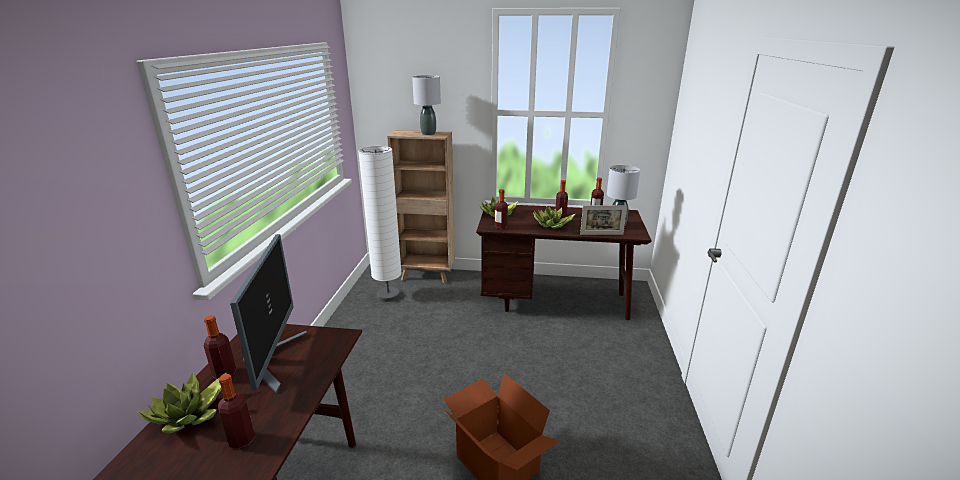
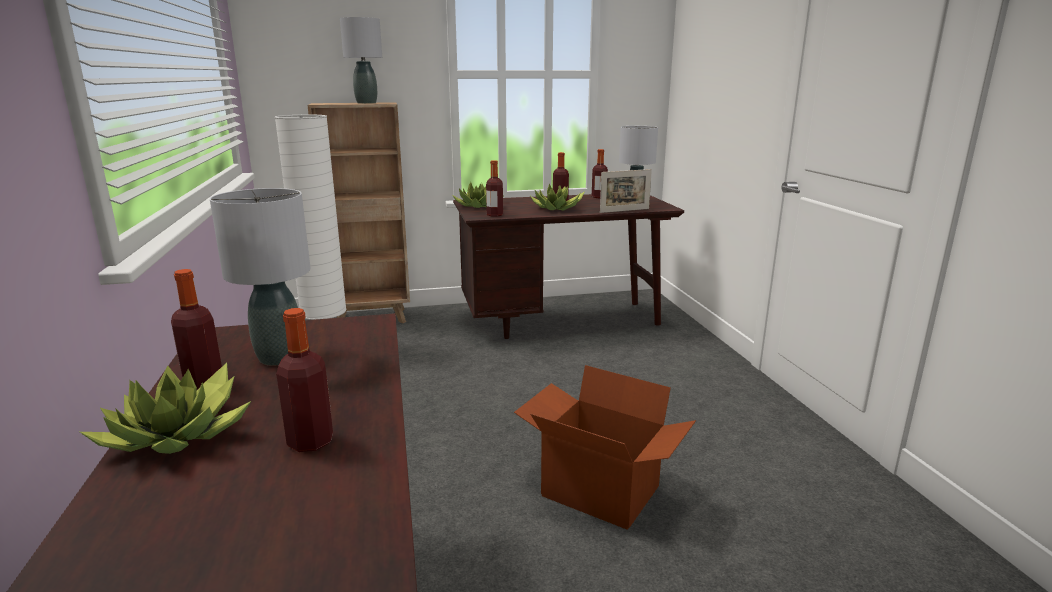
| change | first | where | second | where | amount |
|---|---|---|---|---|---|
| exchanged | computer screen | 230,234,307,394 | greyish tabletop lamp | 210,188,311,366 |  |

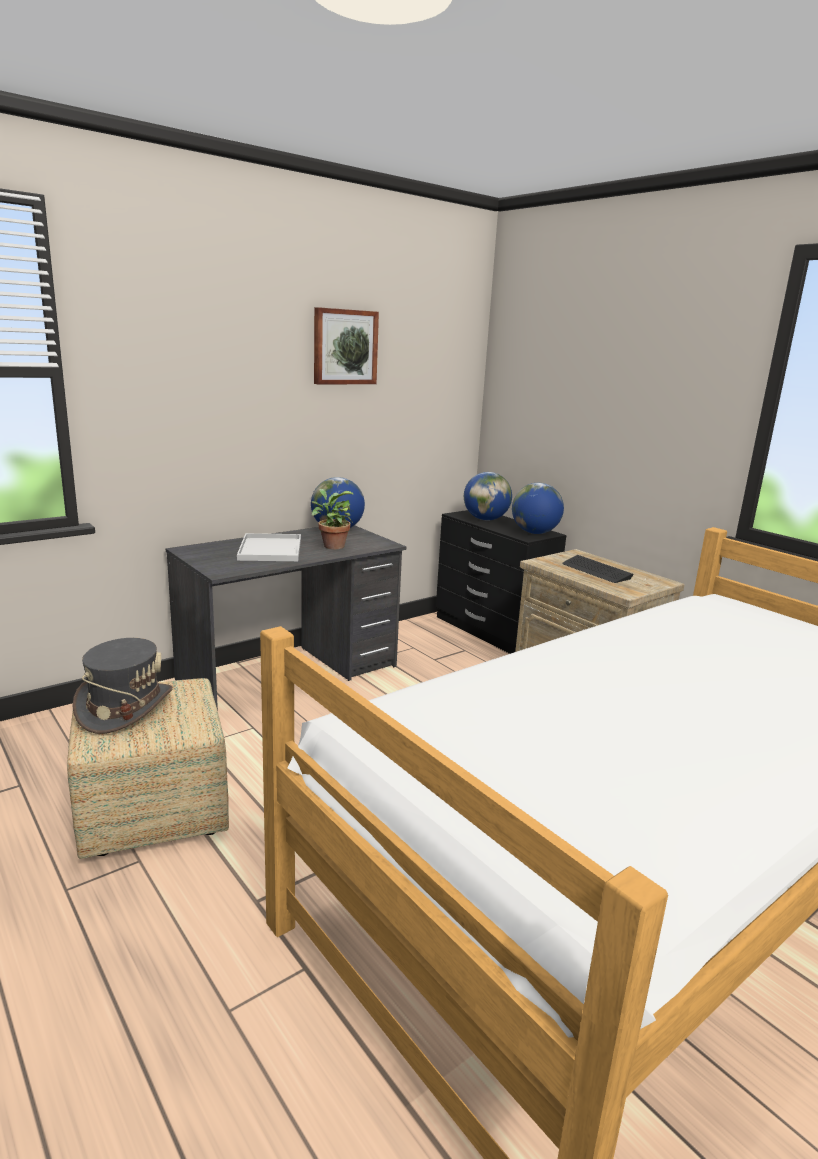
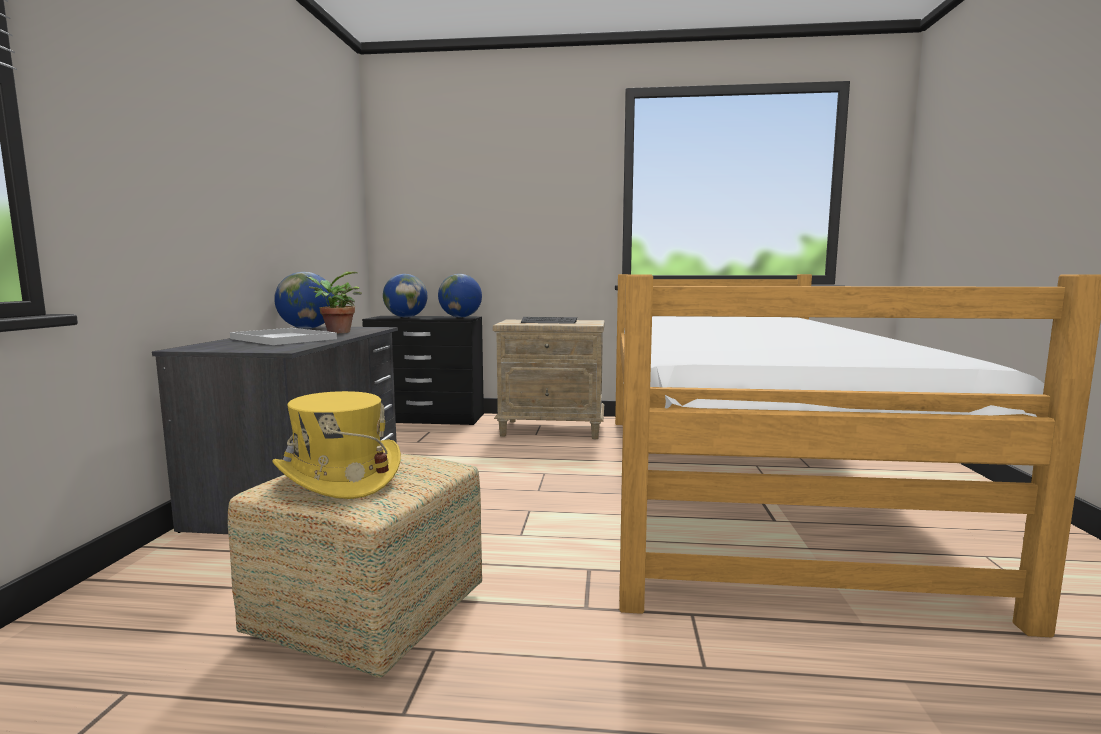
| change | first | where | second | where | amount |
|---|---|---|---|---|---|
| missing | wall picture | 314,307,379,384 |  |  |  |
| colour | greyish clothing hat | 72,638,173,734 | yellow clothing hat | 273,391,401,499 |  |

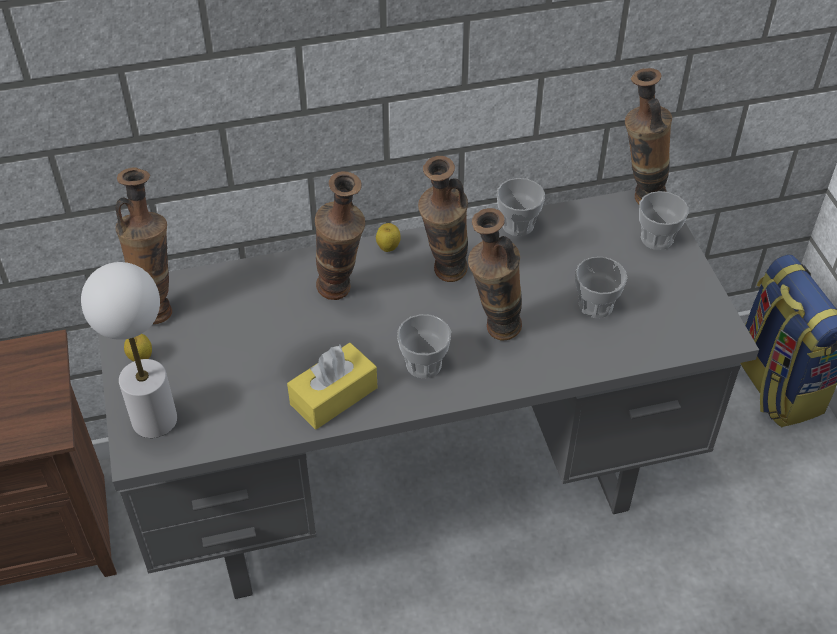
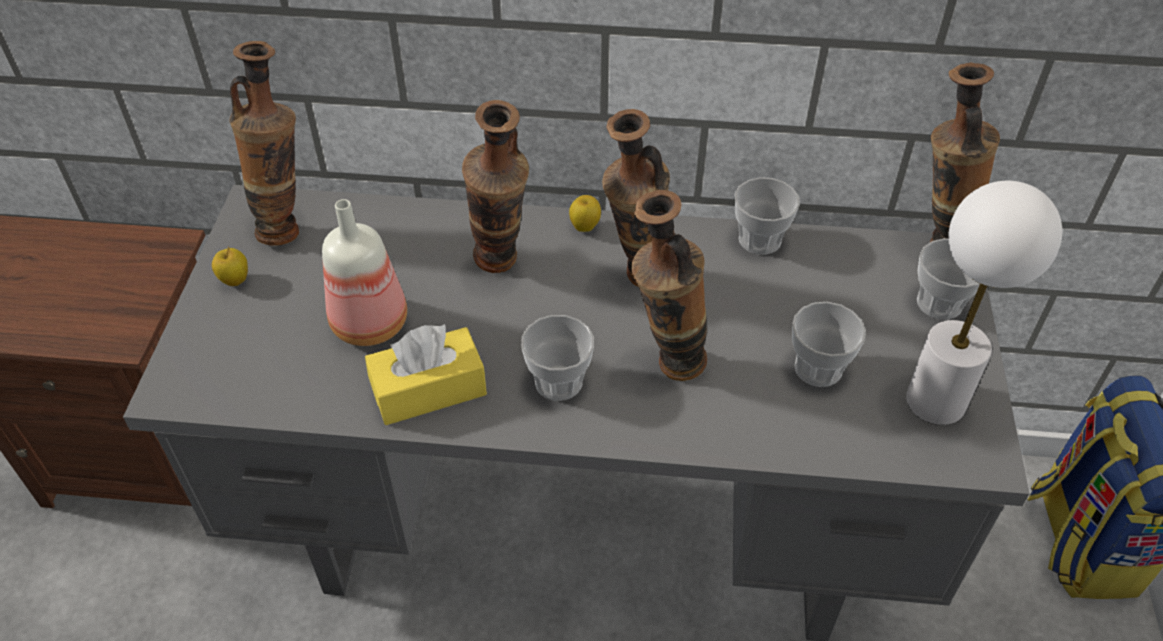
| change | first | where | second | where | amount |
|---|---|---|---|---|---|
| relocated | white tabletop lamp | 81,262,177,438 |  | 906,181,1062,425 |  |
| appeared |  |  | drink bottle | 322,199,407,346 |  |

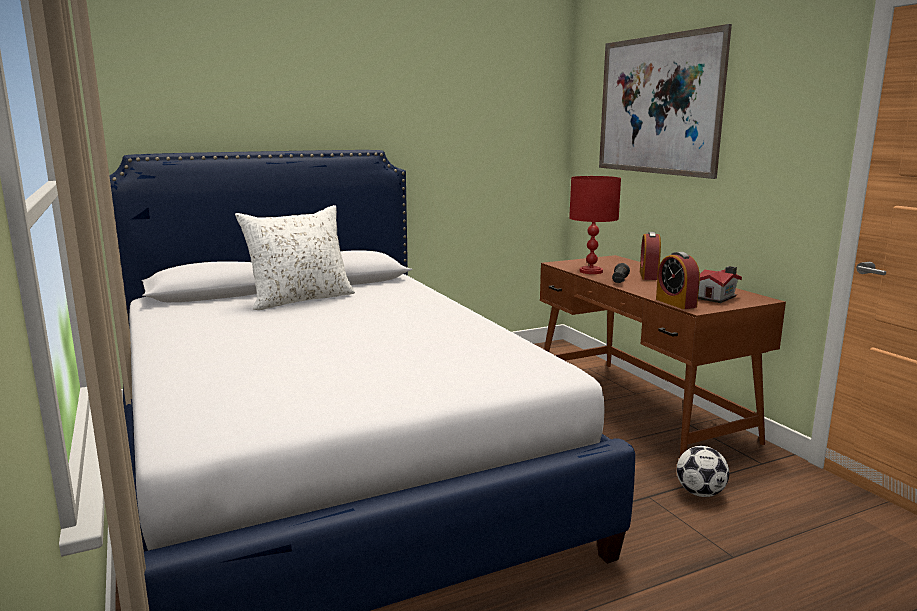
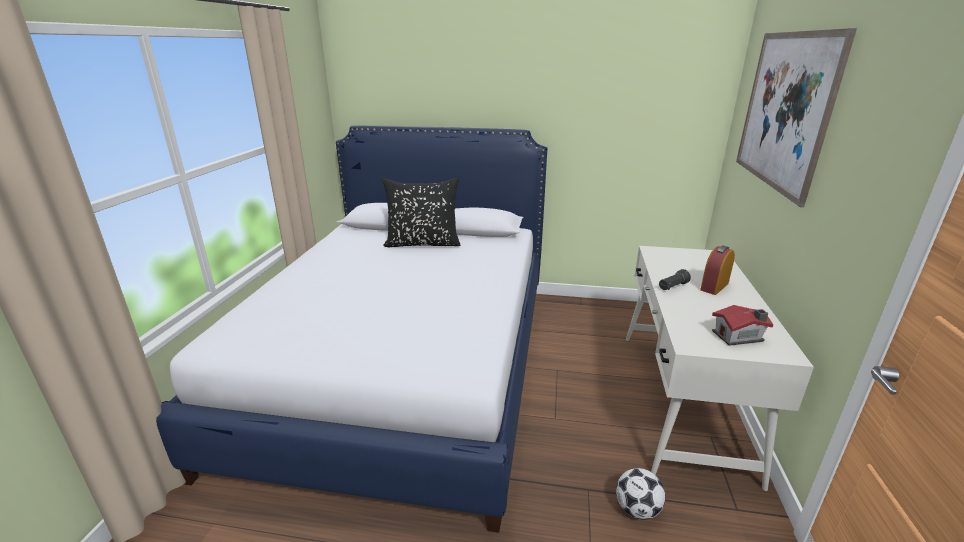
| change | first | where | second | where | amount |
|---|---|---|---|---|---|
| missing | reddish tabletop lamp | 569,176,621,274 |  |  |  |
| colour | white pillow | 235,205,355,310 | black-coloured pillow | 382,178,461,247 |  |
| missing | table clock | 656,252,700,309 |  |  |  |
| colour | brownish desk unit | 540,255,786,456 | white desk unit | 626,246,814,491 |  |

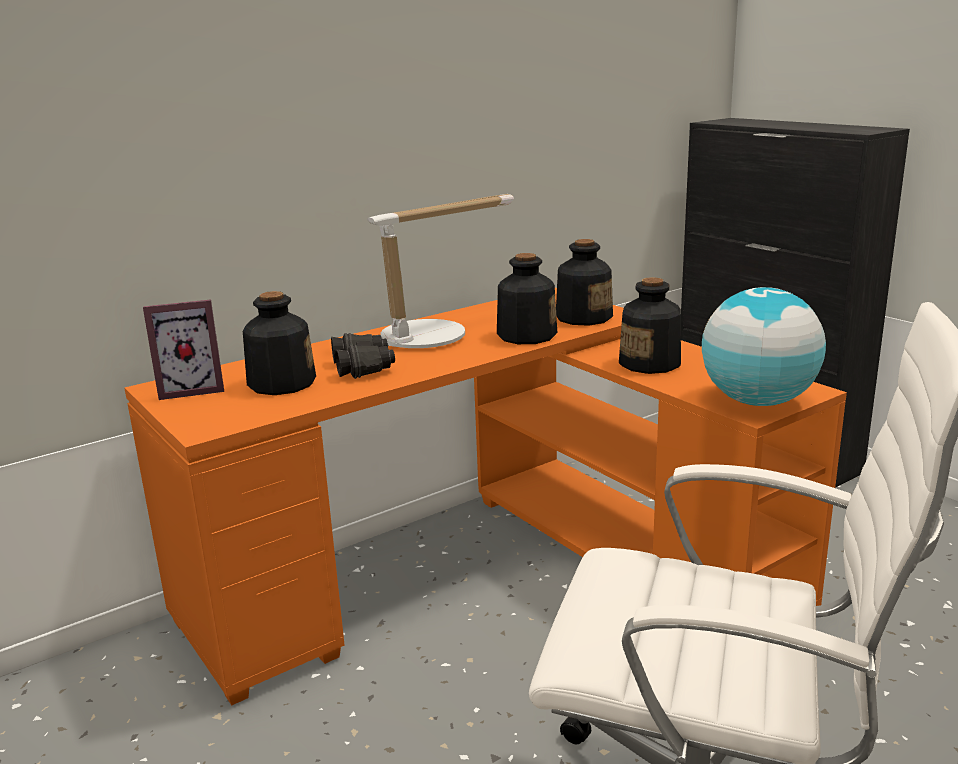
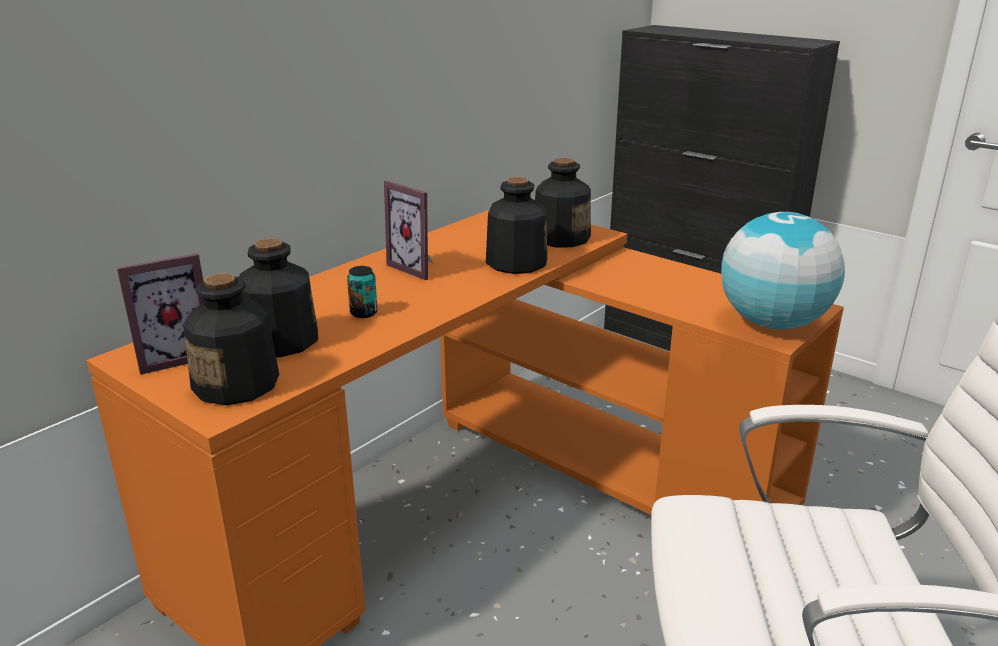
| change | first | where | second | where | amount |
|---|---|---|---|---|---|
| exchanged | tabletop lamp | 367,194,514,348 | standing frame | 384,181,433,280 |  |
| relocated | drink bottle | 619,277,681,374 |  | 183,273,279,405 |  |
| exchanged | black-coloured pair of binoculars | 331,333,395,379 | can | 347,266,378,318 |  |

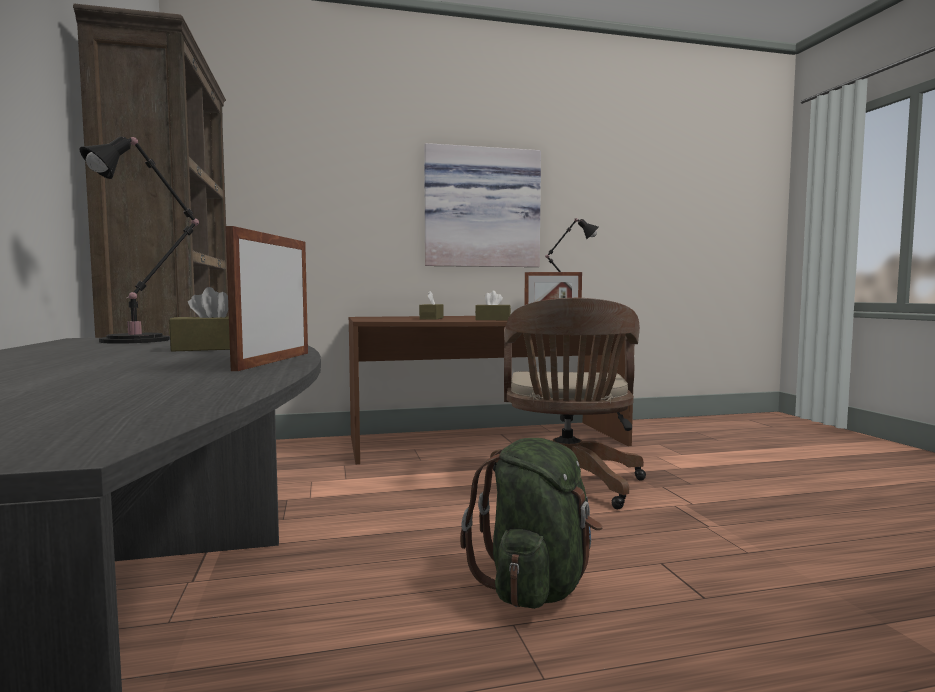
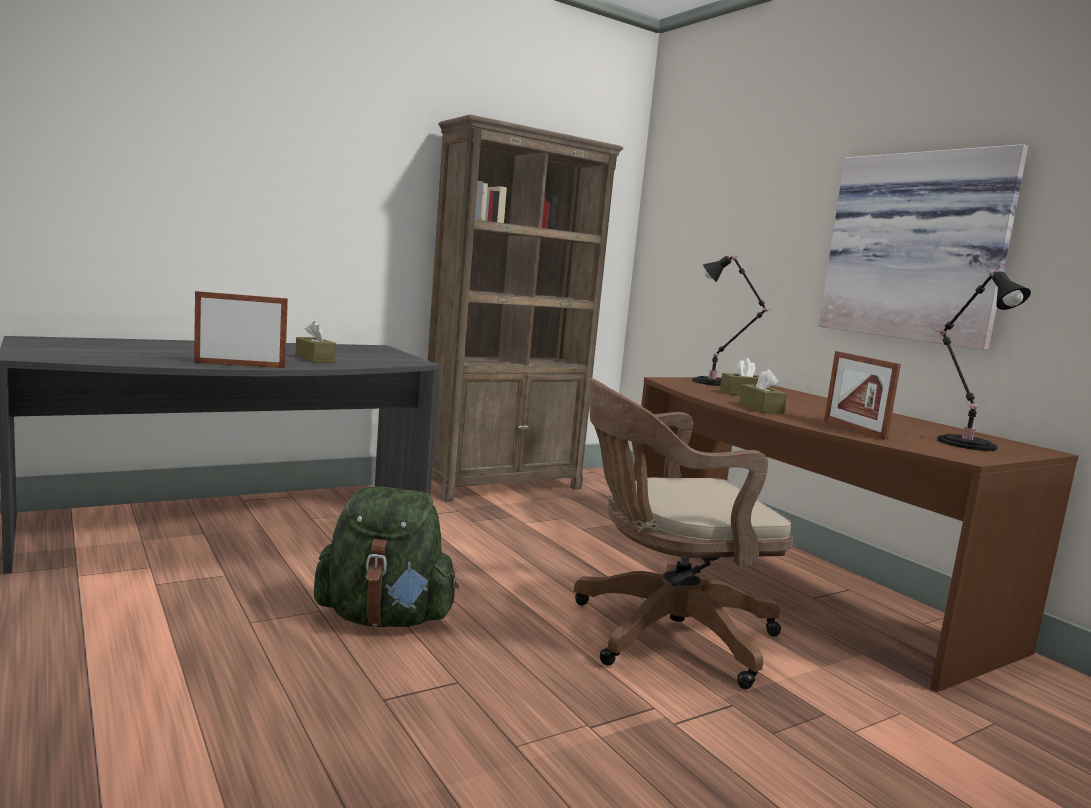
| change | first | where | second | where | amount |
|---|---|---|---|---|---|
| relocated | black-coloured tabletop lamp | 79,136,199,344 |  | 692,255,770,386 |  |

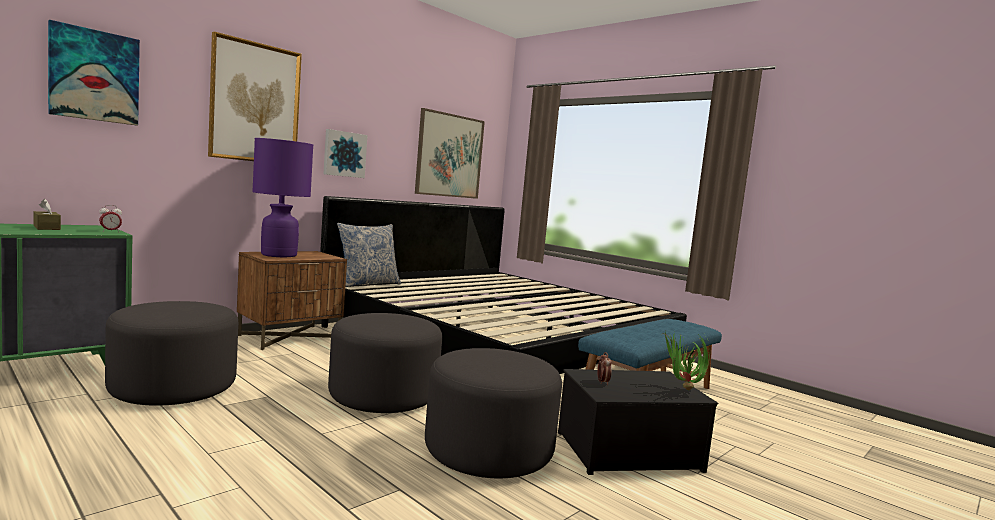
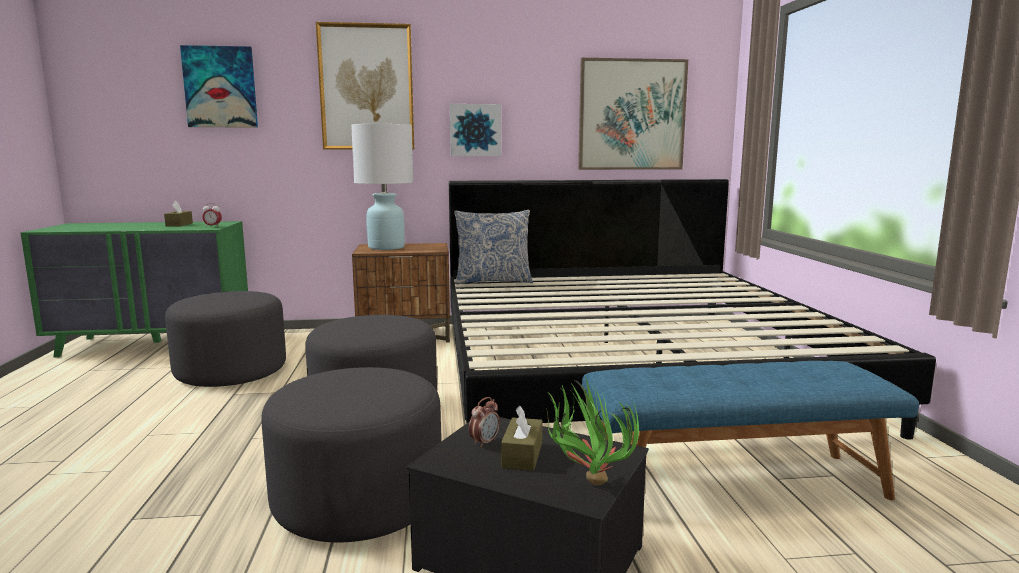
| change | first | where | second | where | amount |
|---|---|---|---|---|---|
| colour | purple tabletop lamp | 252,138,313,257 | white tabletop lamp | 351,124,413,250 |  |
| appeared |  |  | brownish tissue holder | 501,406,542,471 |  |

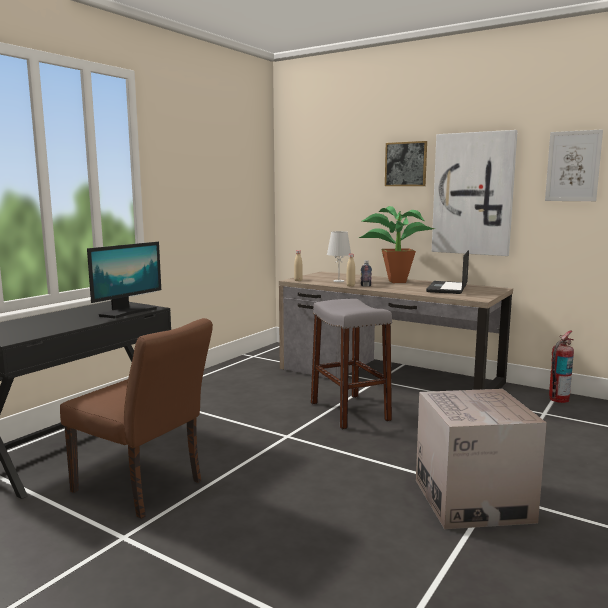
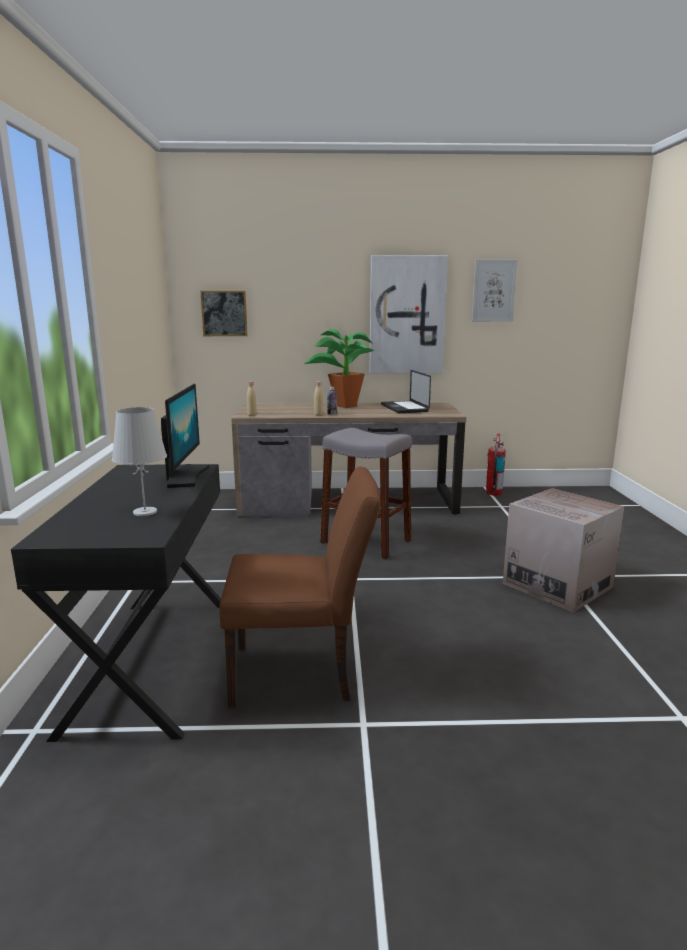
| change | first | where | second | where | amount |
|---|---|---|---|---|---|
| relocated | wall picture | 385,141,427,186 |  | 200,291,248,336 |  |
| relocated | white tabletop lamp | 327,231,351,282 |  | 112,407,167,516 |  |

